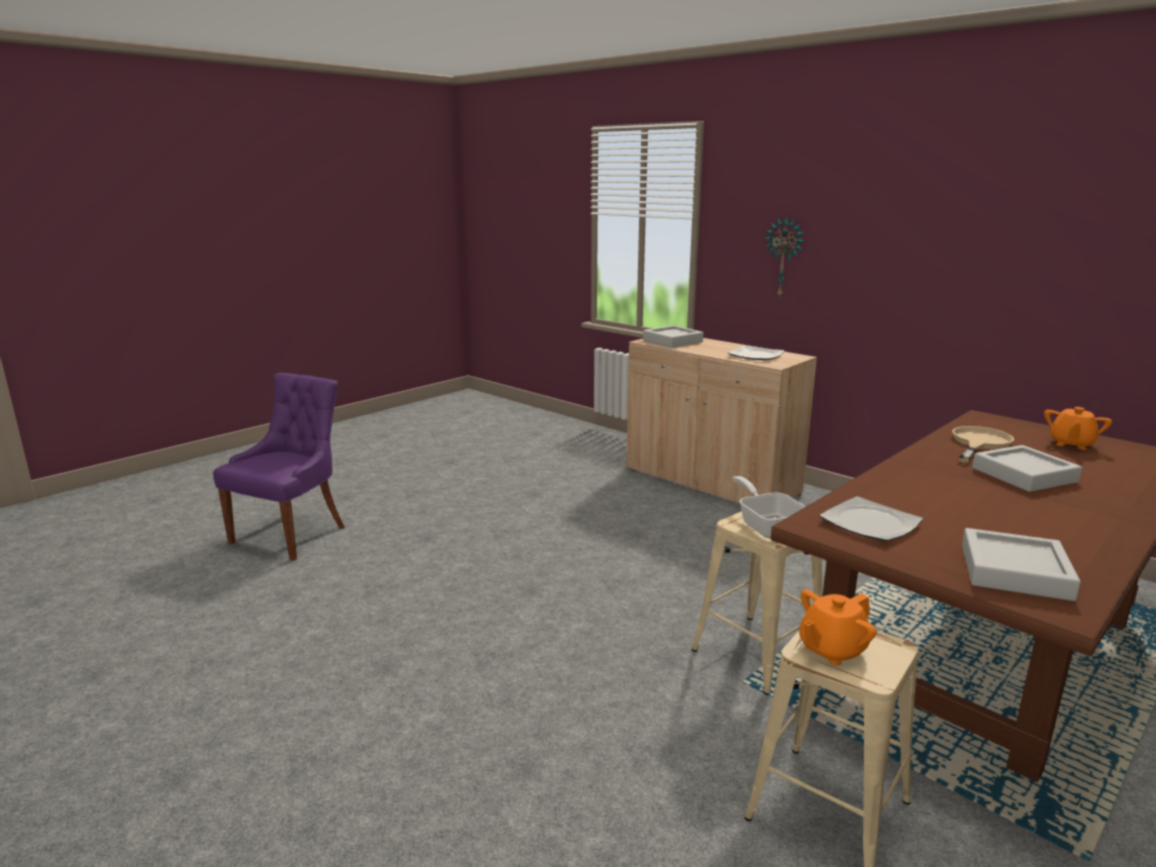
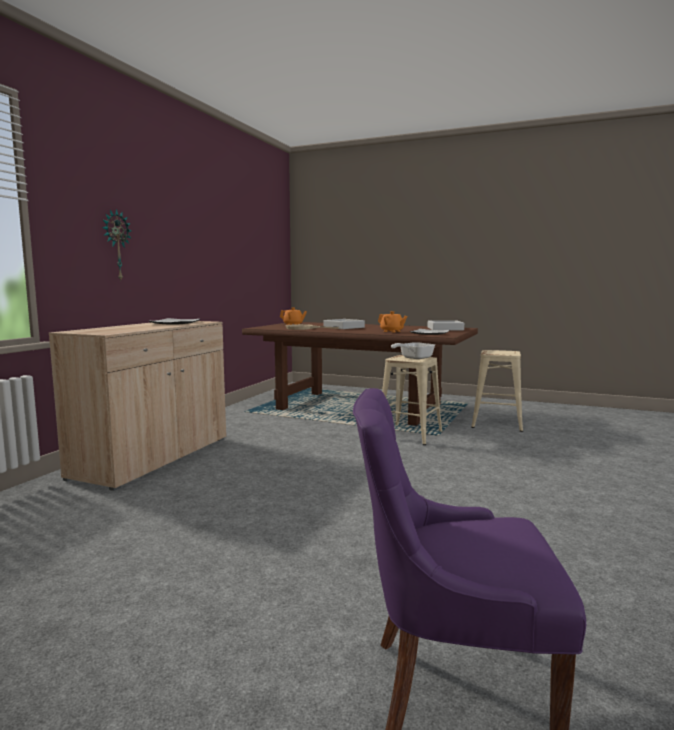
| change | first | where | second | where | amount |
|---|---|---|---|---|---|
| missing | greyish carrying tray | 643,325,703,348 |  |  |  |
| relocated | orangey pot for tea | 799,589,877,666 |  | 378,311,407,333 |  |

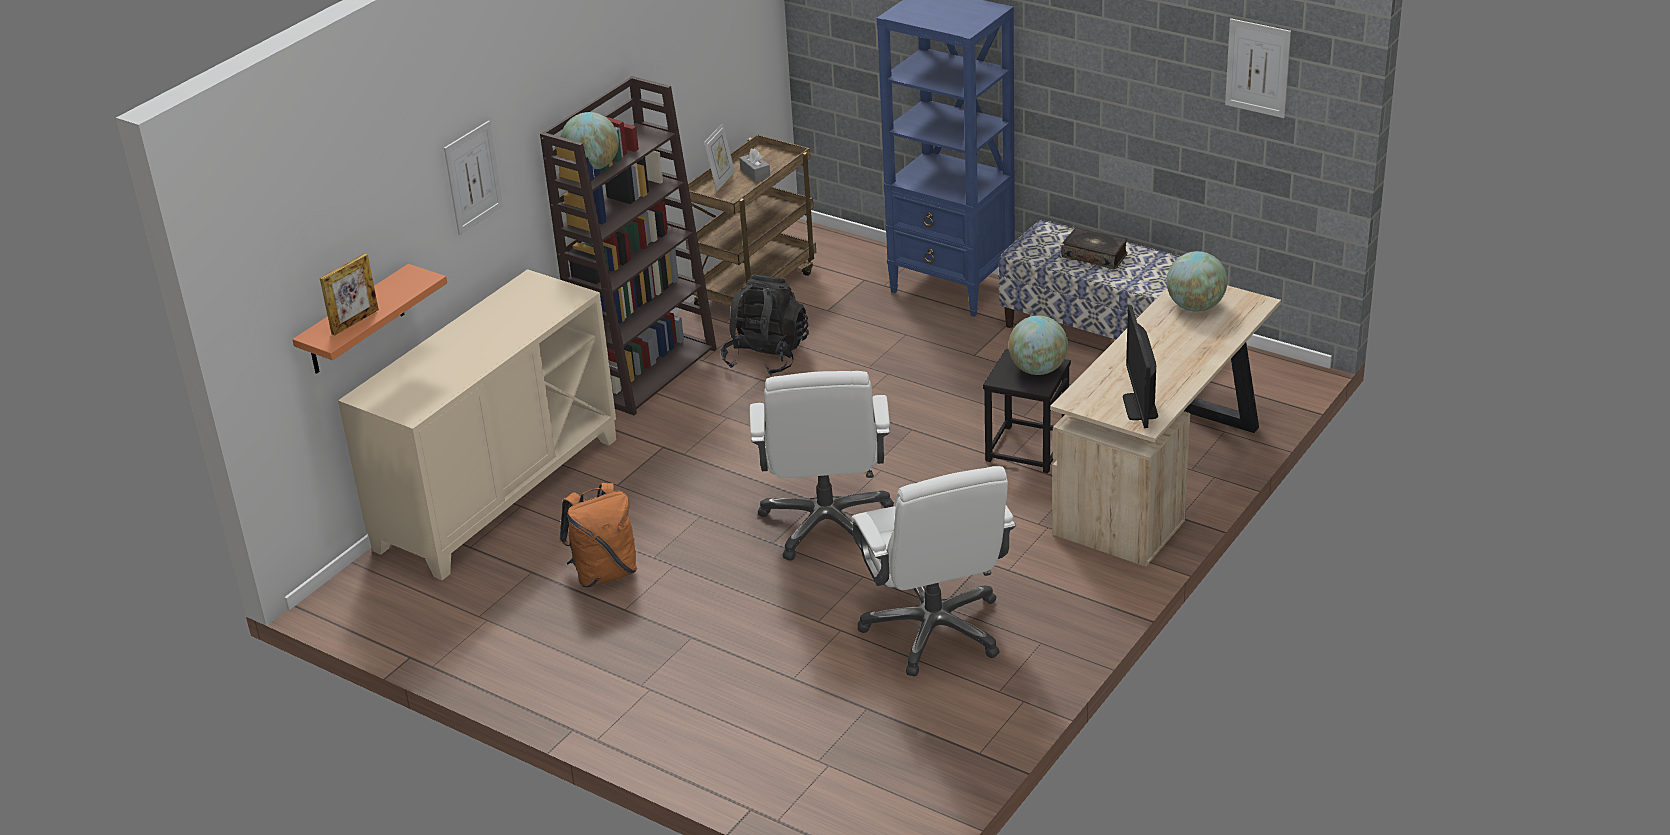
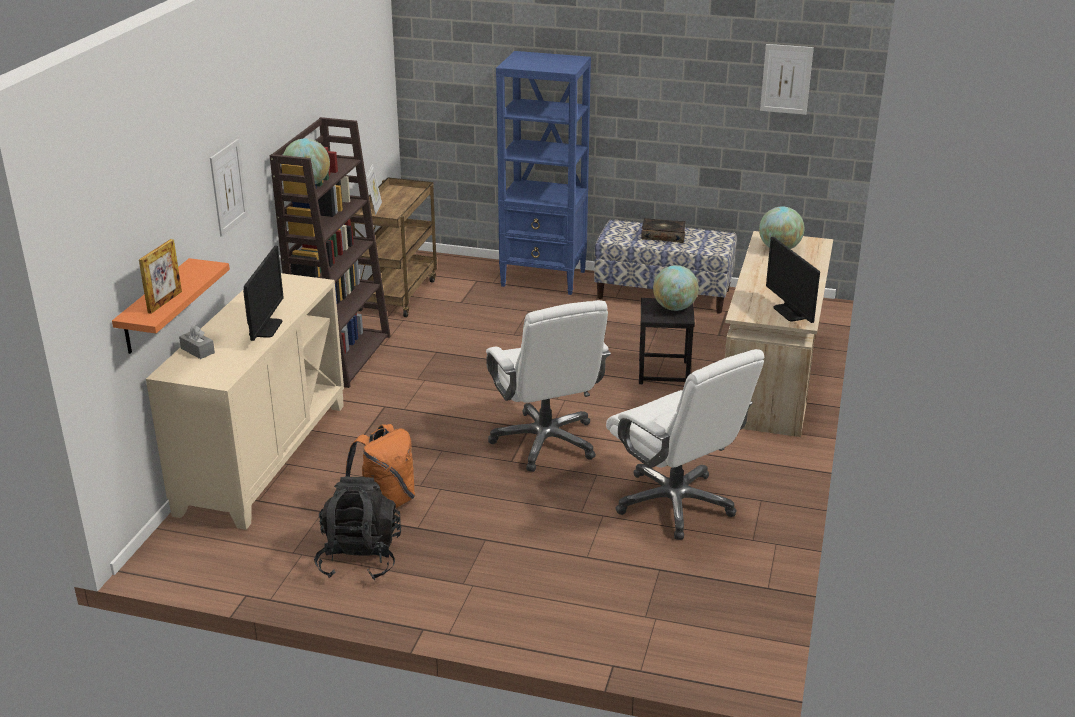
| change | first | where | second | where | amount |
|---|---|---|---|---|---|
| relocated | greyish tissue holder | 739,149,770,182 |  | 179,325,215,359 |  |
| relocated | black-coloured backpack | 721,274,809,375 |  | 314,477,401,580 |  |
| appeared |  |  | computer screen | 243,246,284,341 |  |

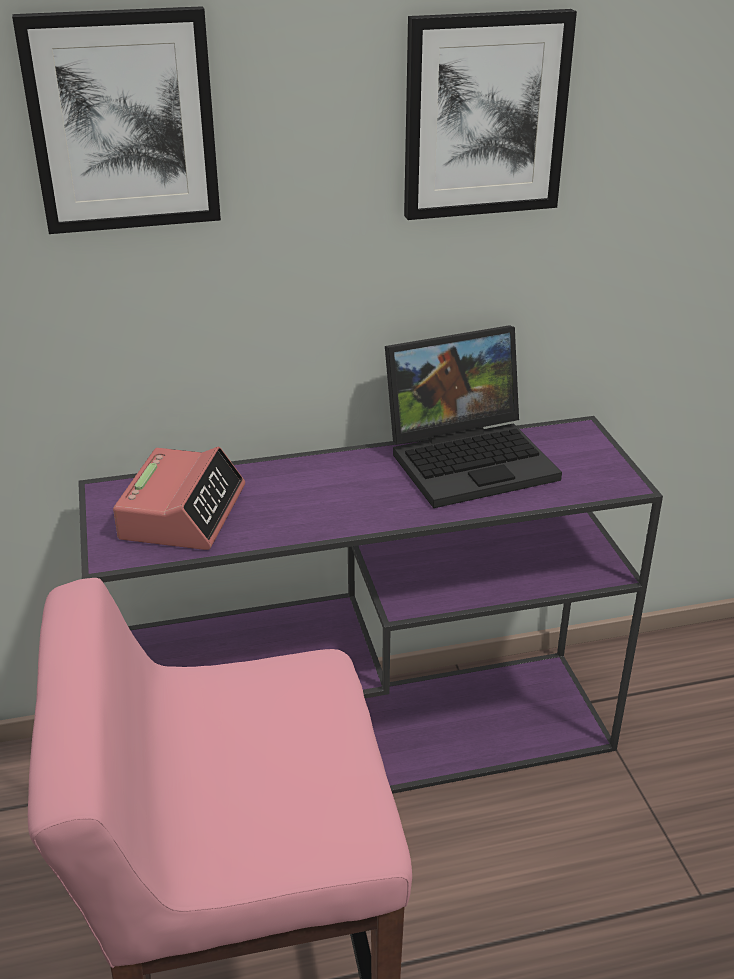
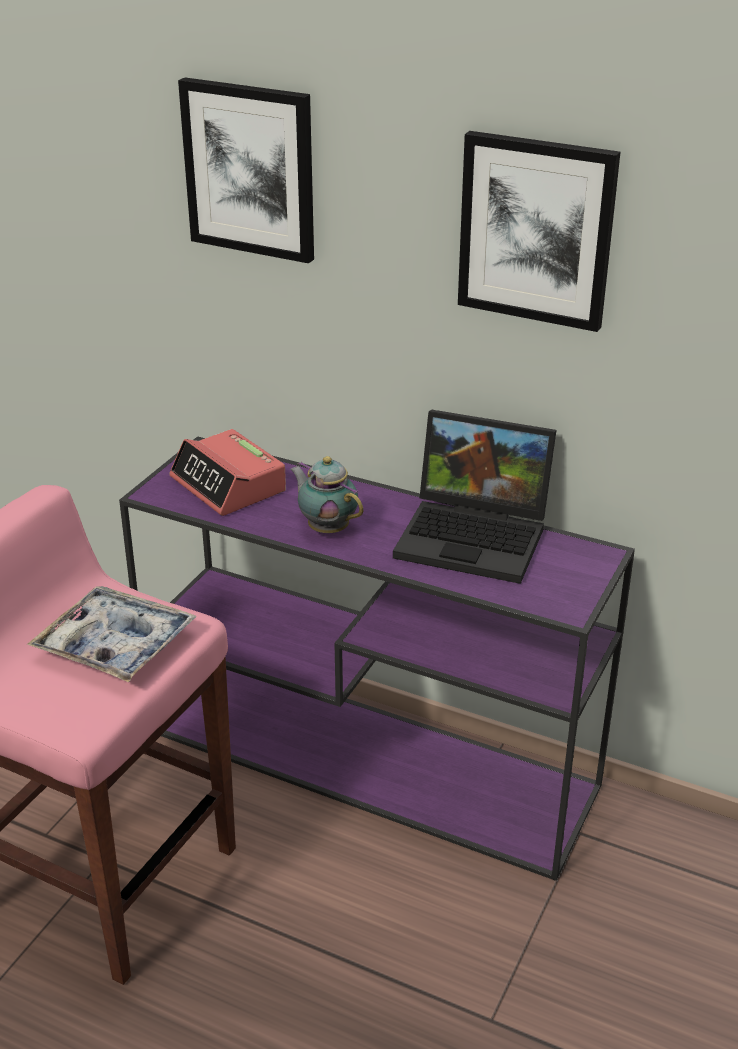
| change | first | where | second | where | amount |
|---|---|---|---|---|---|
| spun | table clock | 113,447,245,550 |  | 170,429,286,516 | 90 degrees clockwise |
| appeared |  |  | pot for tea | 290,456,363,533 |  |
| appeared |  |  | carrying tray | 27,586,197,682 |  |

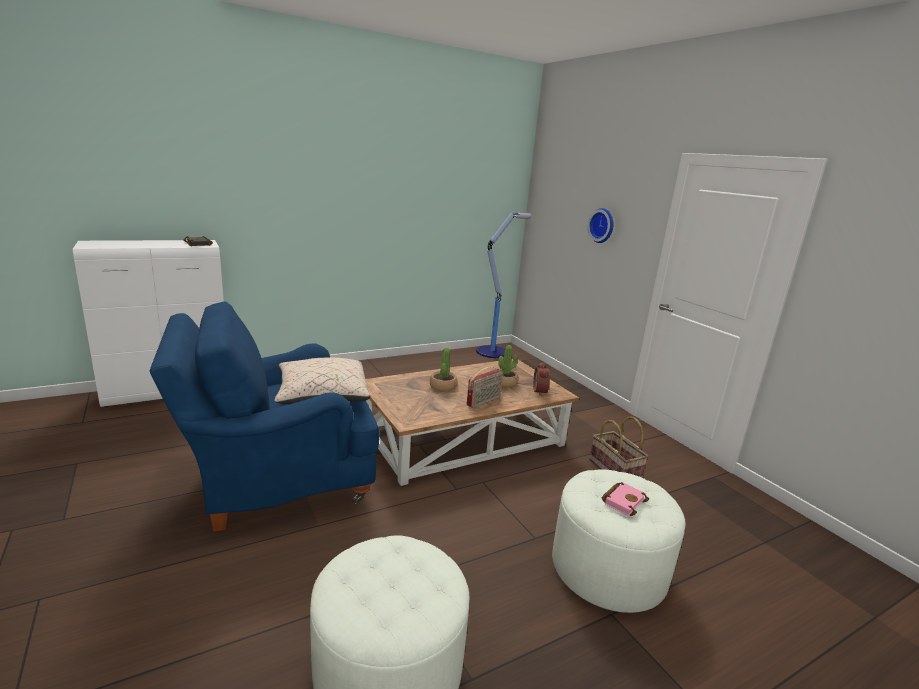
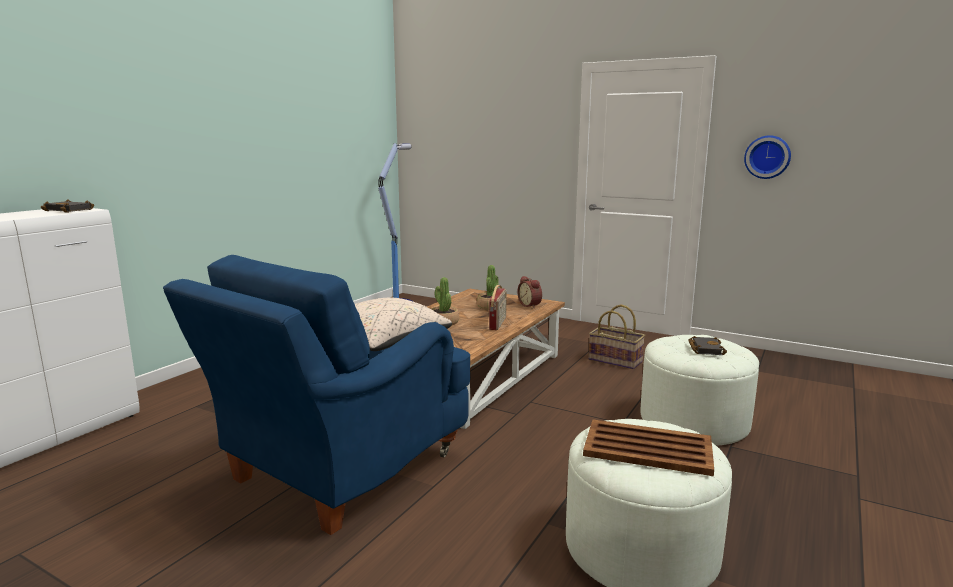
| change | first | where | second | where | amount |
|---|---|---|---|---|---|
| relocated | hanging clock | 588,208,614,243 |  | 744,135,791,179 |  |
| colour | pinkish bound book | 602,482,649,516 | black-coloured bound book | 689,336,727,355 |  |
| appeared |  |  | brownish carrying tray | 583,419,714,476 |  |

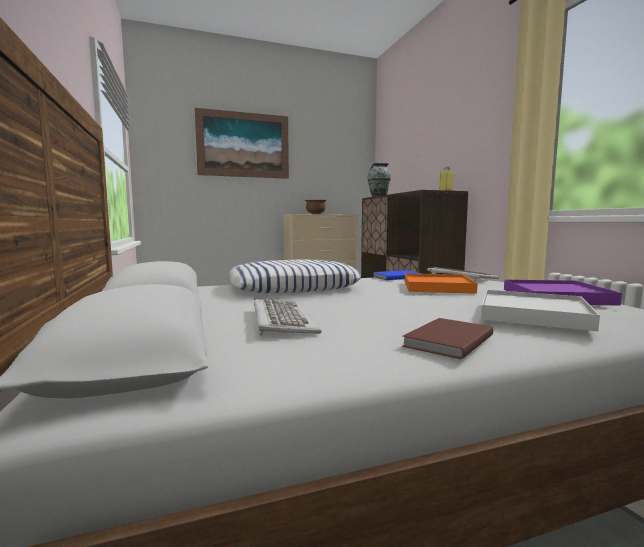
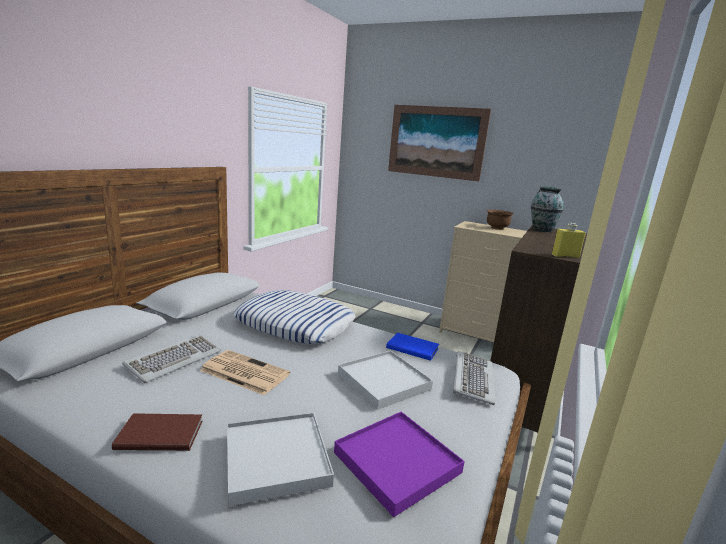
| change | first | where | second | where | amount |
|---|---|---|---|---|---|
| colour | orangey carrying tray | 405,273,478,294 | white carrying tray | 338,350,433,410 |  |
| appeared |  |  | newspaper | 200,350,290,395 |  |

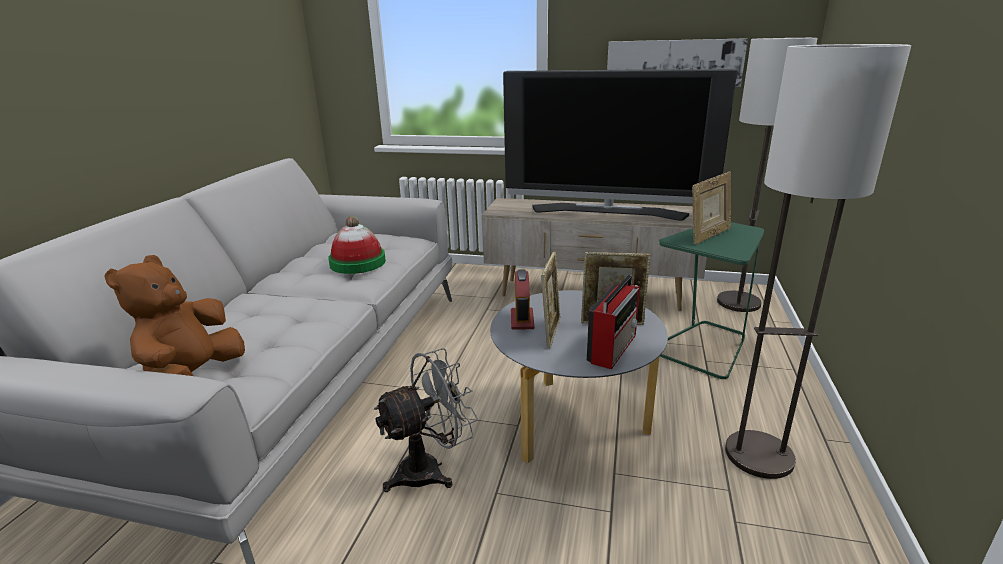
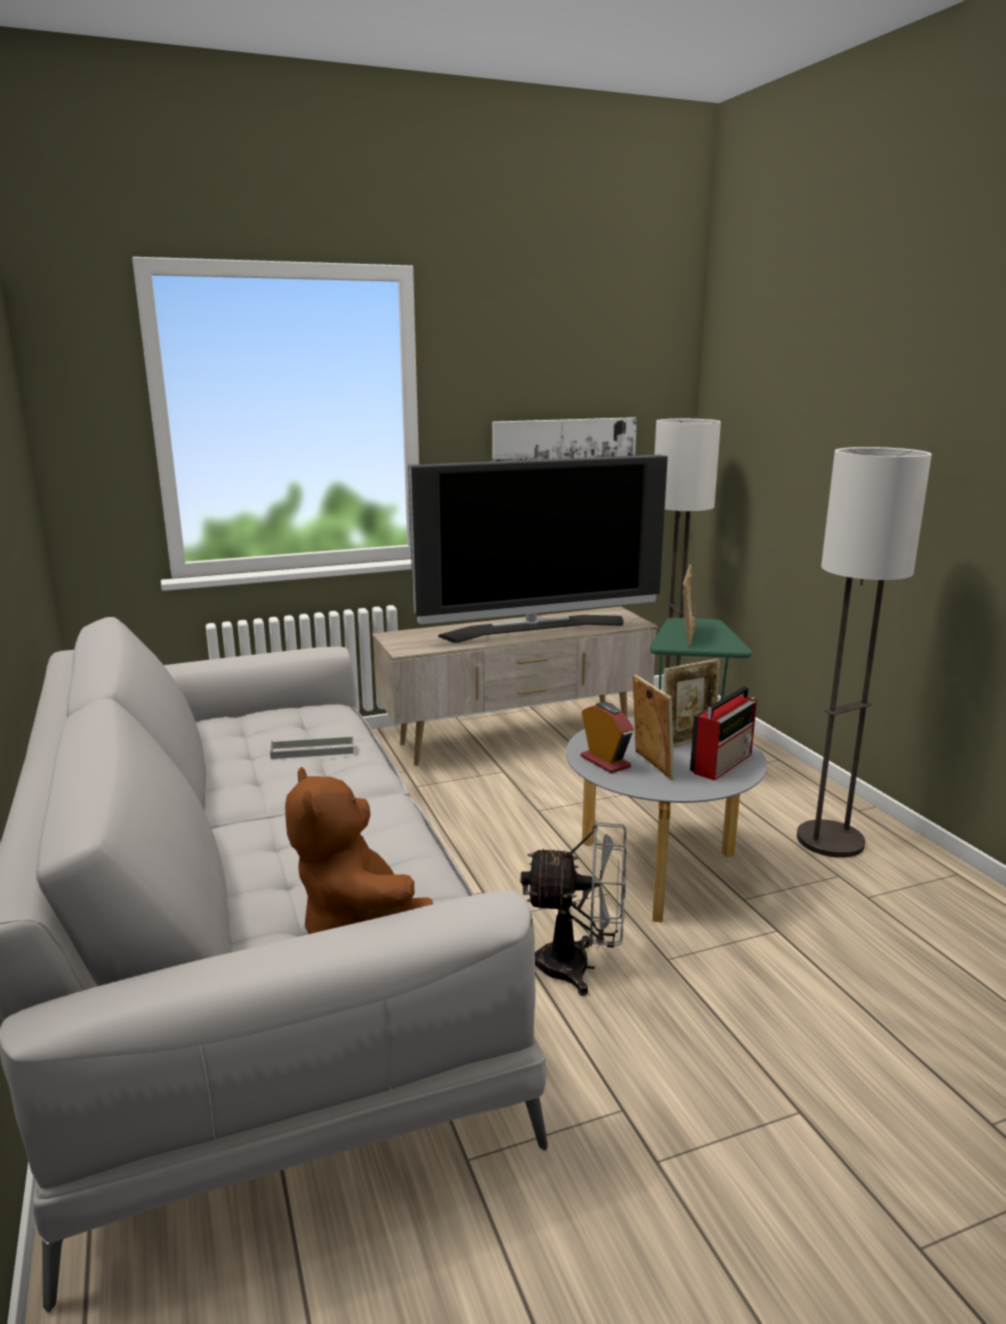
| change | first | where | second | where | amount |
|---|---|---|---|---|---|
| exchanged | clothing hat | 328,216,386,274 | greyish carrying tray | 270,735,354,759 |  |
| spun | radio set | 587,275,640,369 |  | 690,686,757,781 | 45 degrees clockwise |
| spun | greyish fan | 374,348,478,492 |  | 520,820,627,996 | 75 degrees clockwise |

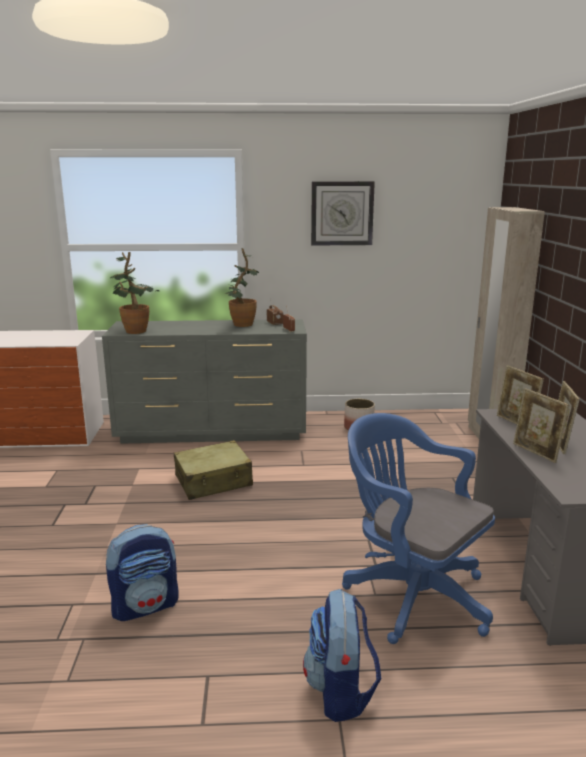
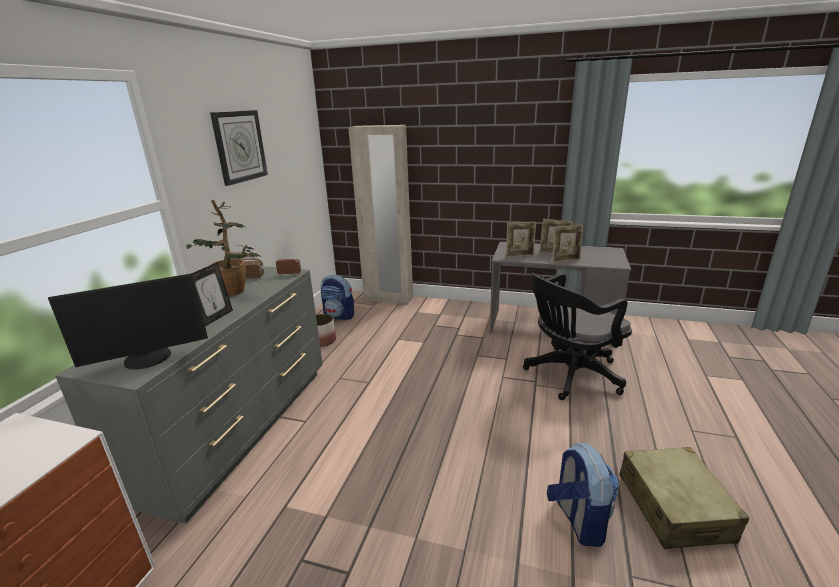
| change | first | where | second | where | amount |
|---|---|---|---|---|---|
| exchanged | houseplant | 111,252,159,334 | computer screen | 48,273,208,370 |  |
| colour | blue-coloured computer chair | 342,413,495,644 | black-coloured computer chair | 523,273,632,400 |  |
| relocated | beige travel case | 174,440,253,500 |  | 619,447,749,549 |  |
| relocated | backpack | 303,589,381,722 |  | 321,275,354,320 |  |
| appeared |  |  | standing frame | 192,262,233,326 |  |

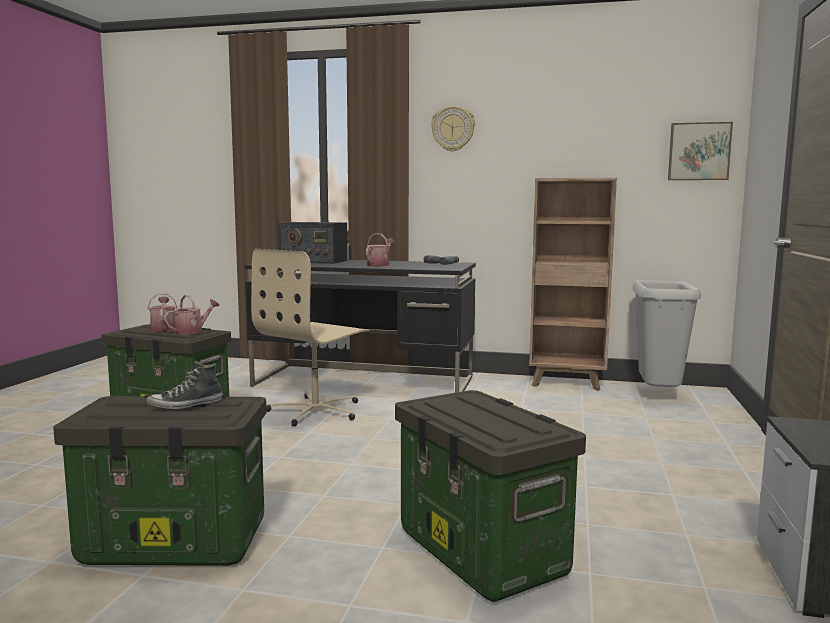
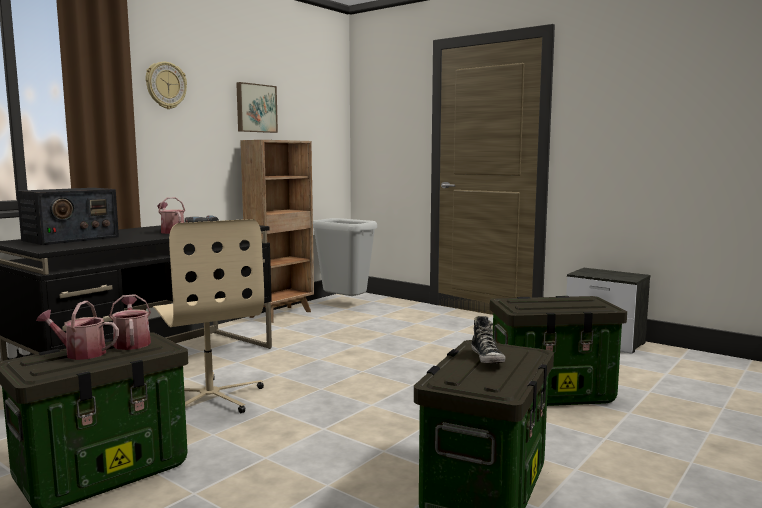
| change | first | where | second | where | amount |
|---|---|---|---|---|---|
| relocated | wall picture | 668,122,733,180 |  | 236,82,278,133 |  |

